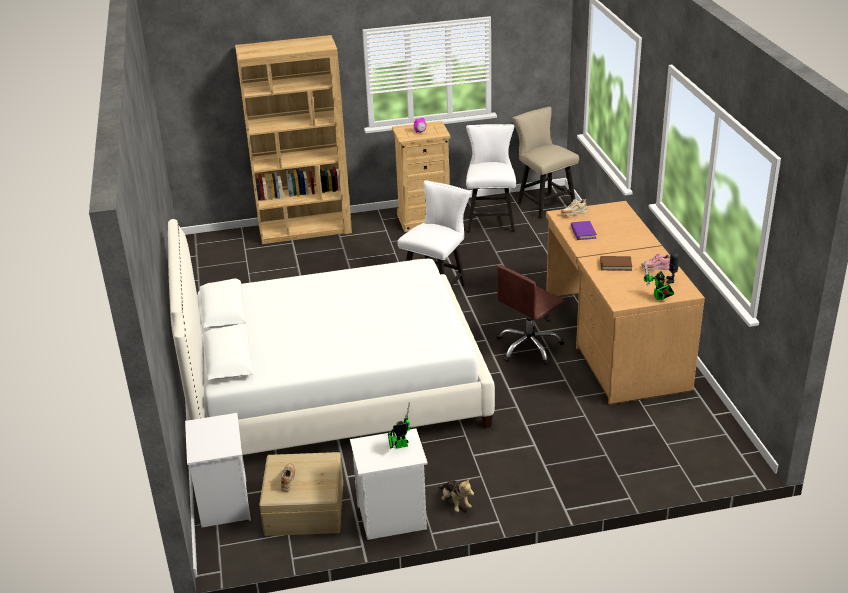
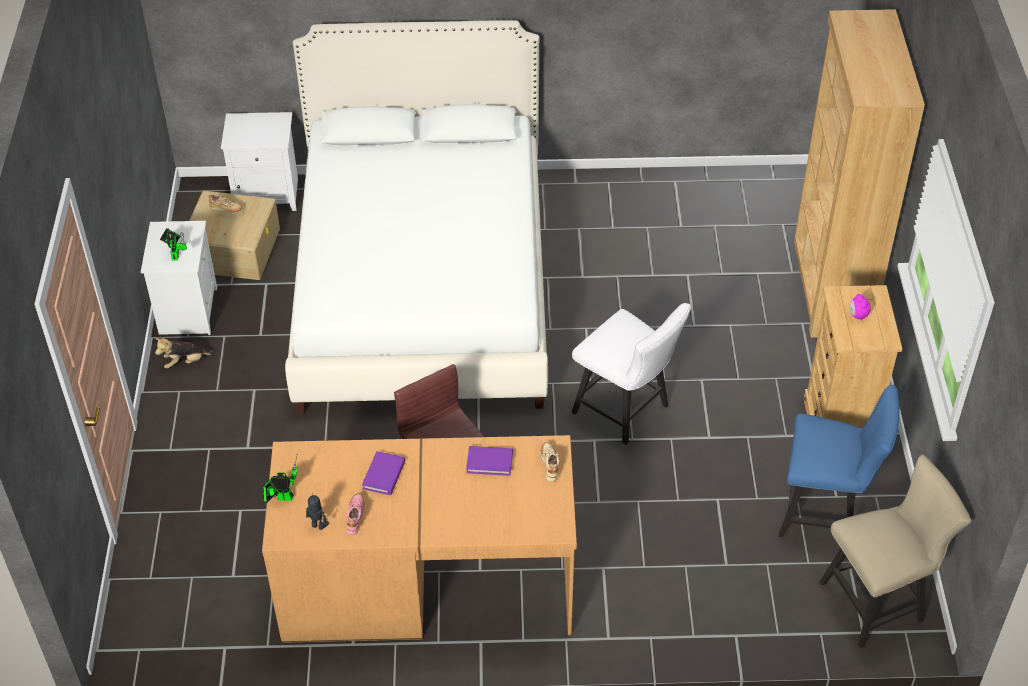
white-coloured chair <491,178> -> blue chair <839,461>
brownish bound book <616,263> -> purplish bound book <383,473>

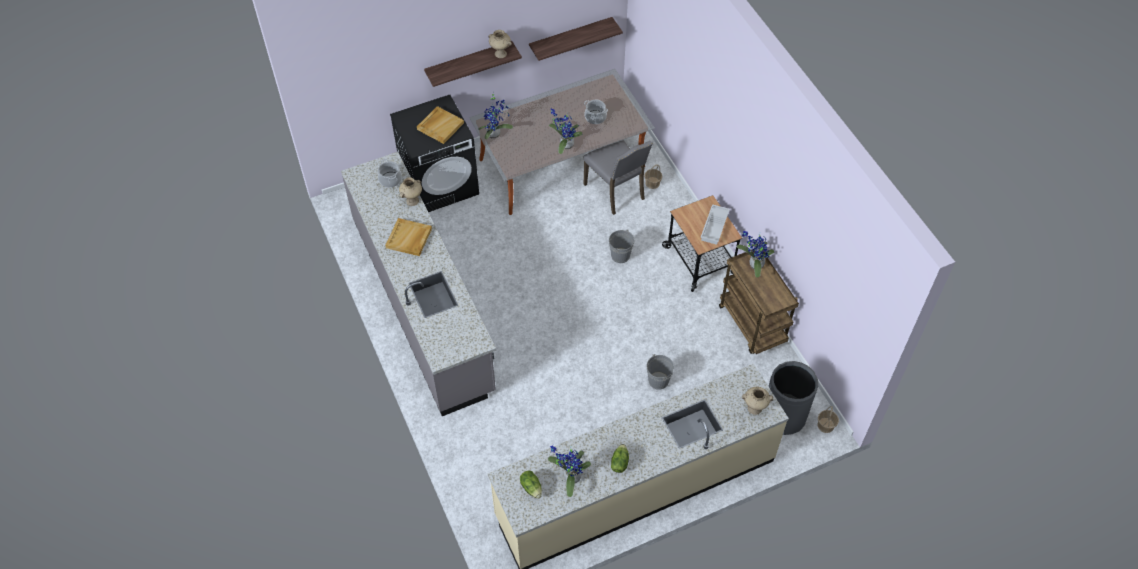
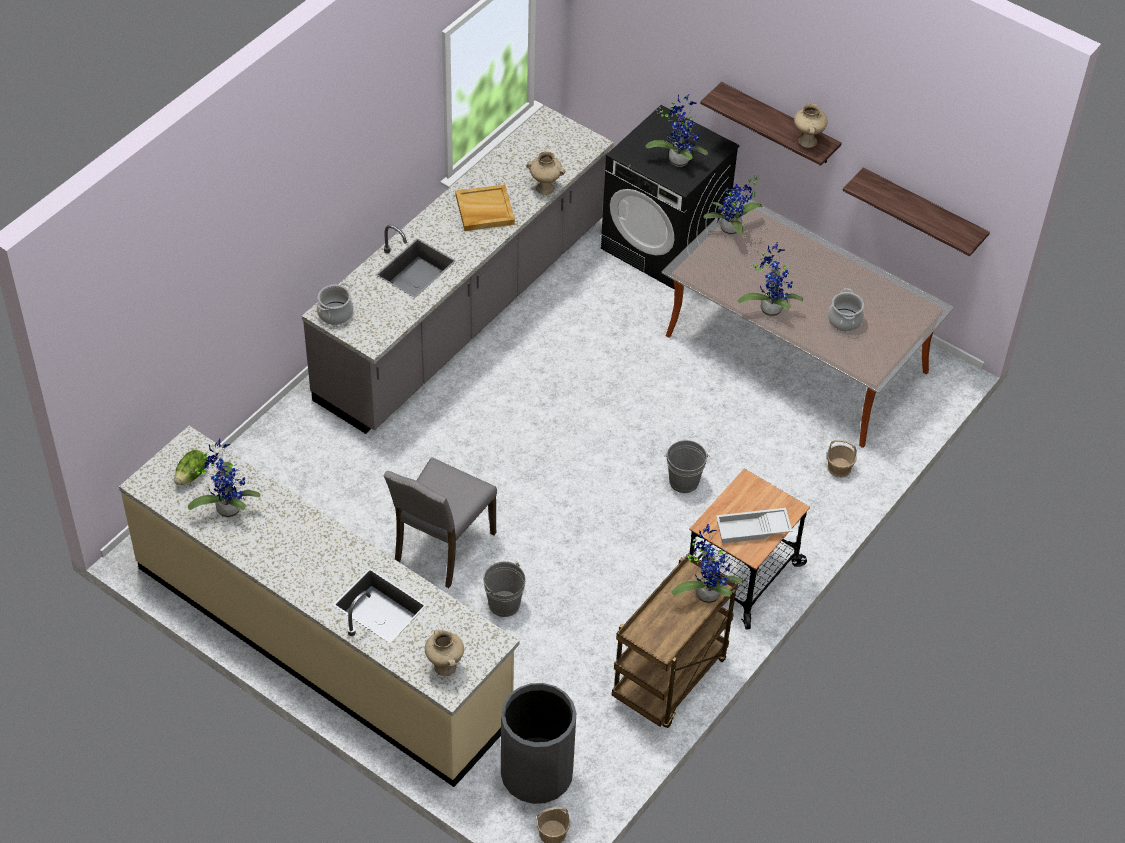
stockpot <390,173> -> stockpot <335,304>, moved
beige carrying tray <440,125> -> plant in a pot <677,131>
greyish chair <618,177> -> greyish chair <440,522>, moved
head of lettuce <620,458> -> none

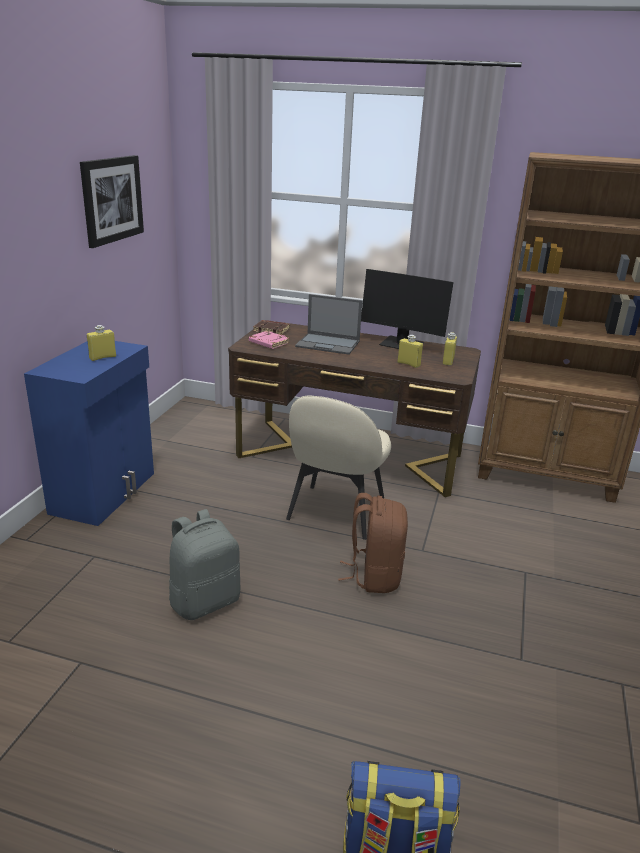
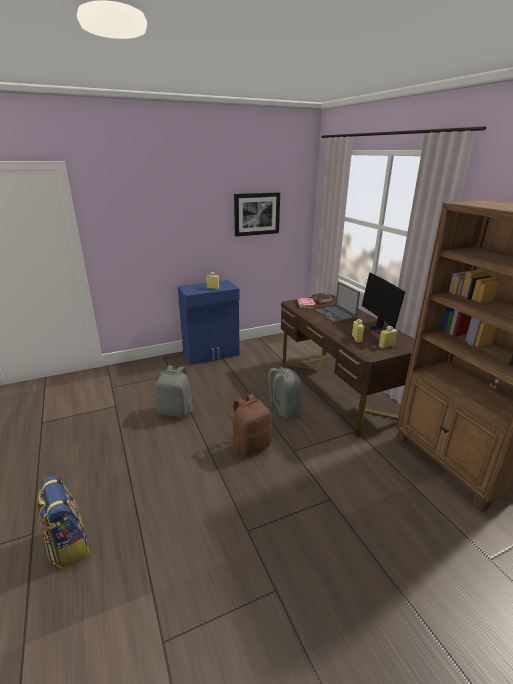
beige chair <338,468> -> greyish backpack <284,393>

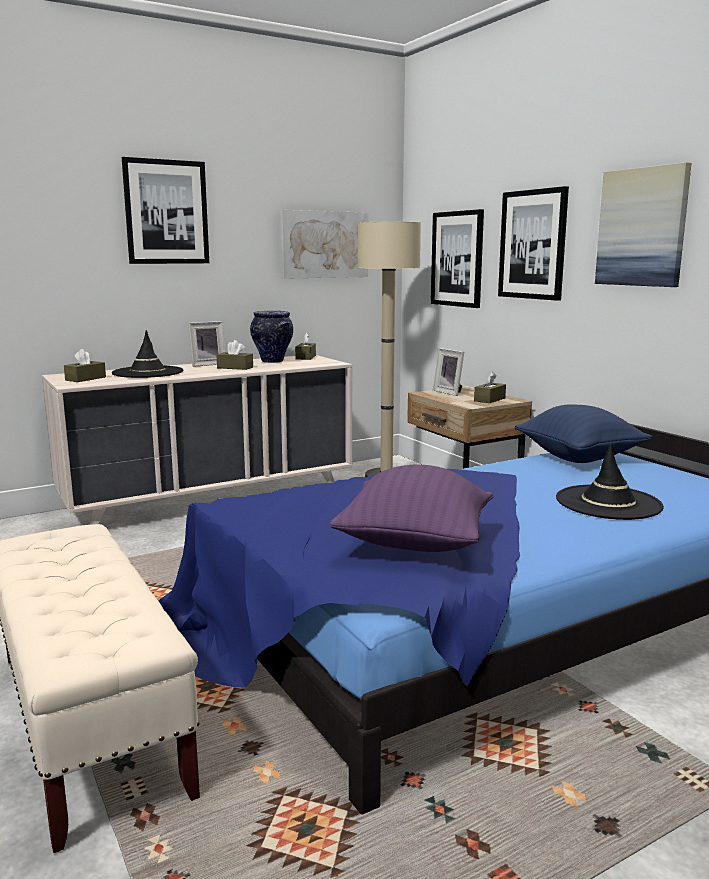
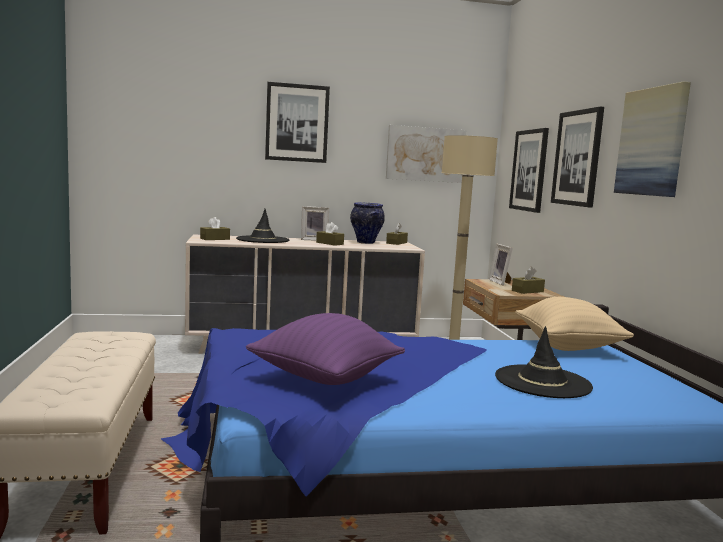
blue throw pillow <583,433> -> beige throw pillow <574,324>

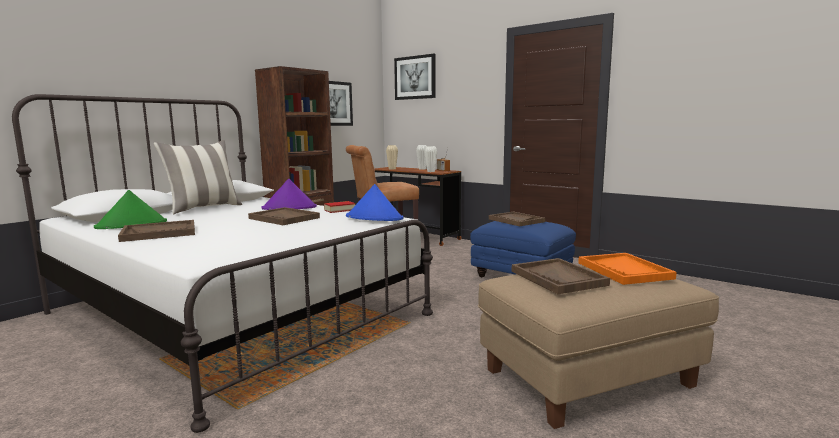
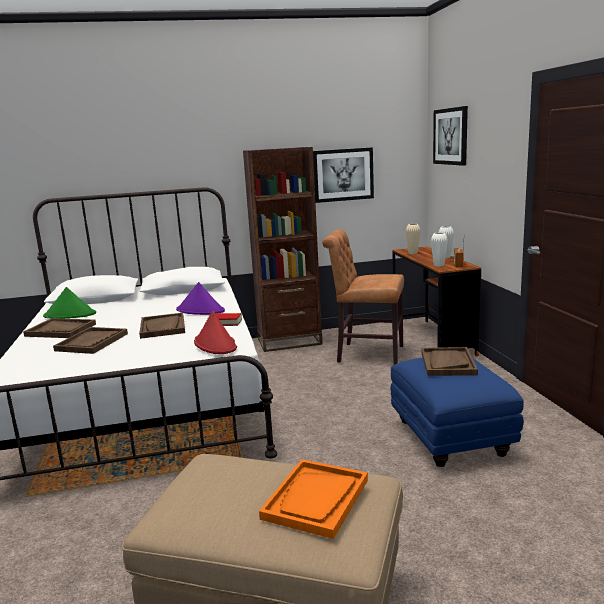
throw pillow <198,177> -> none
blue wearable hat <375,202> -> red-coloured wearable hat <215,332>
brownish carrying tray <561,276> -> brownish carrying tray <90,340>, moved

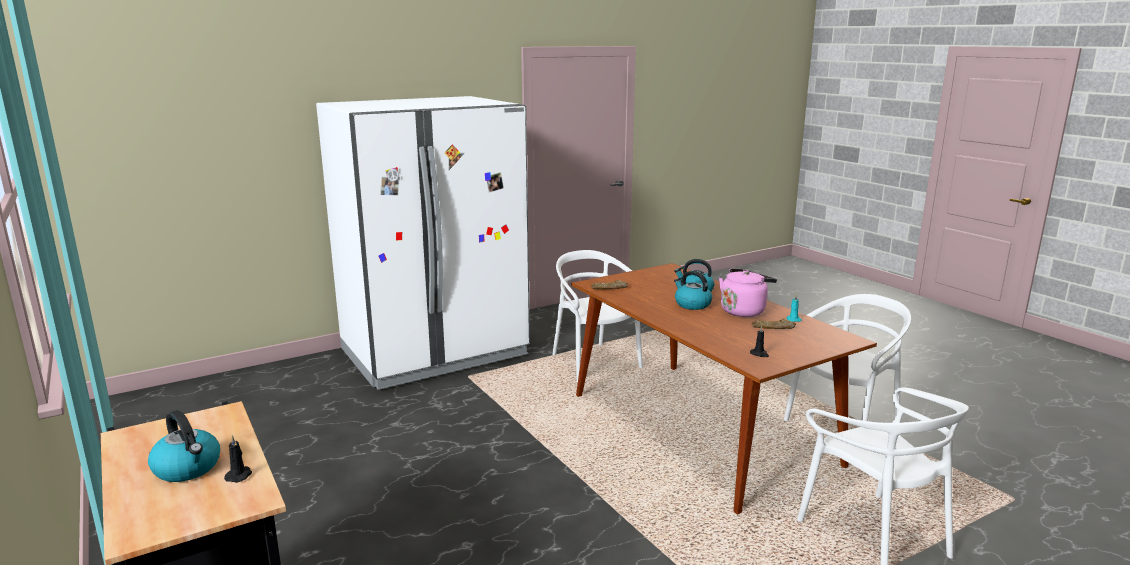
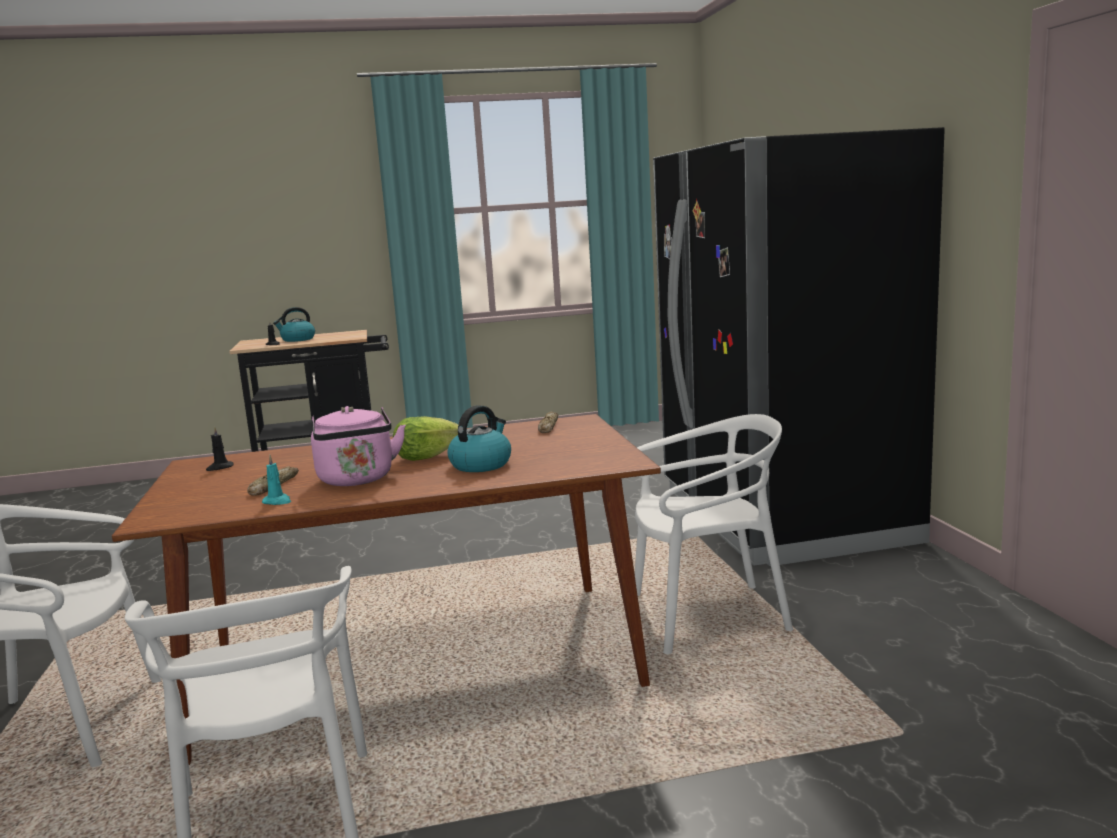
white-coloured kitchen fridge <423,243> -> black kitchen fridge <799,346>
water kettle <693,290> -> head of lettuce <425,438>

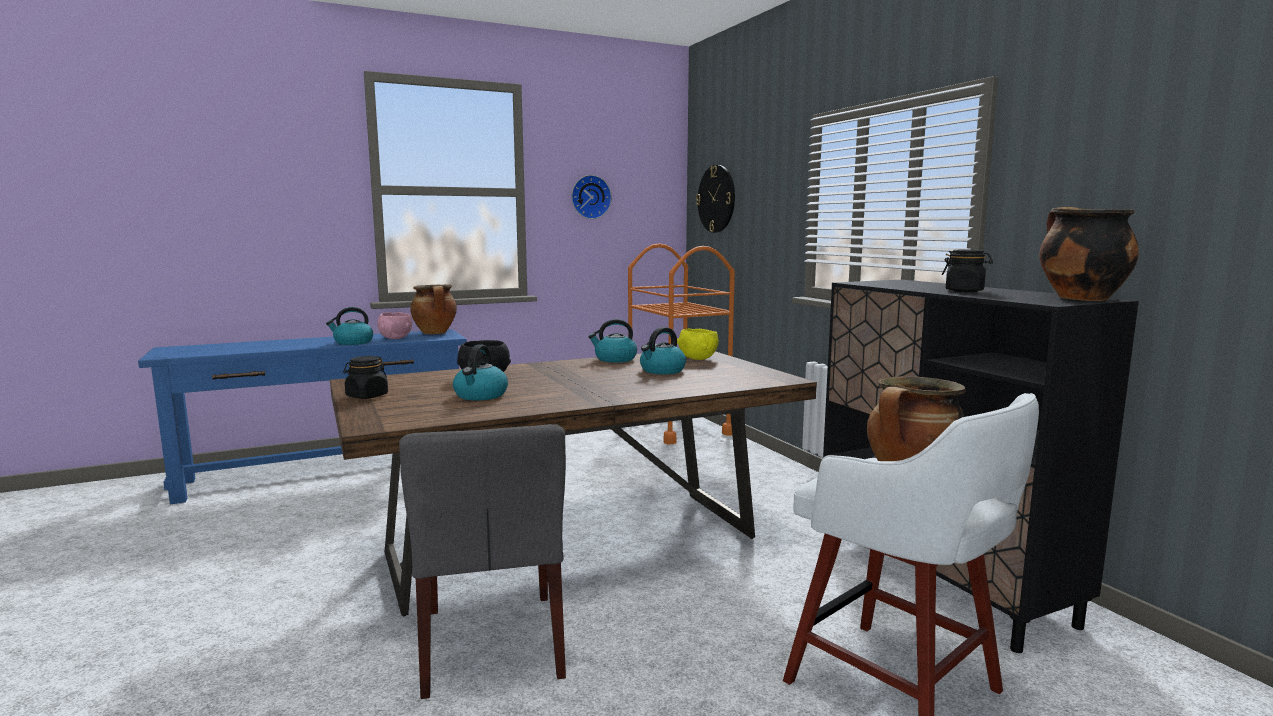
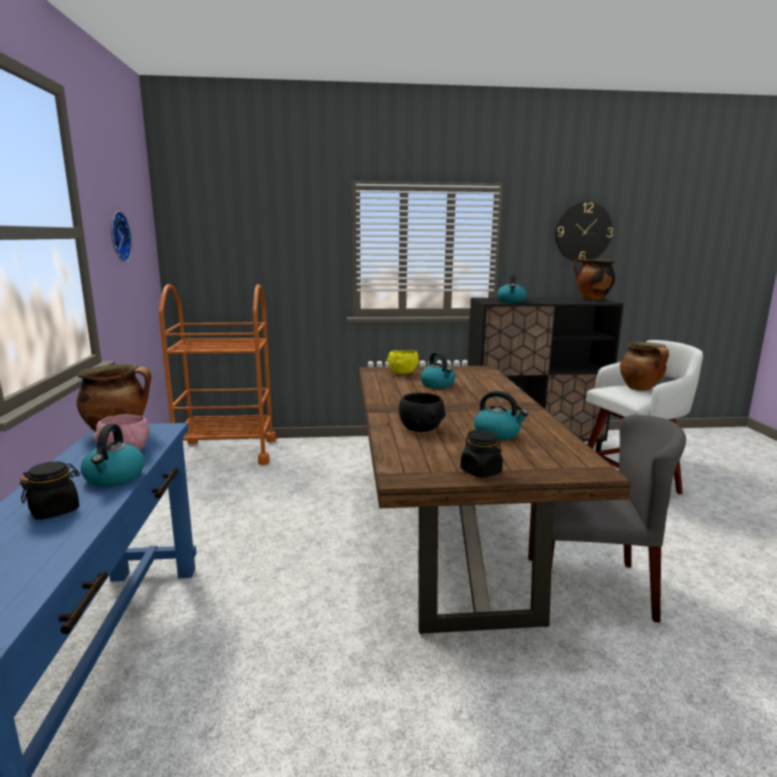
water kettle <612,341> -> water kettle <512,288>, moved
hanging clock <715,199> -> hanging clock <584,232>, moved
black preserve jar <967,271> -> black preserve jar <50,490>, moved

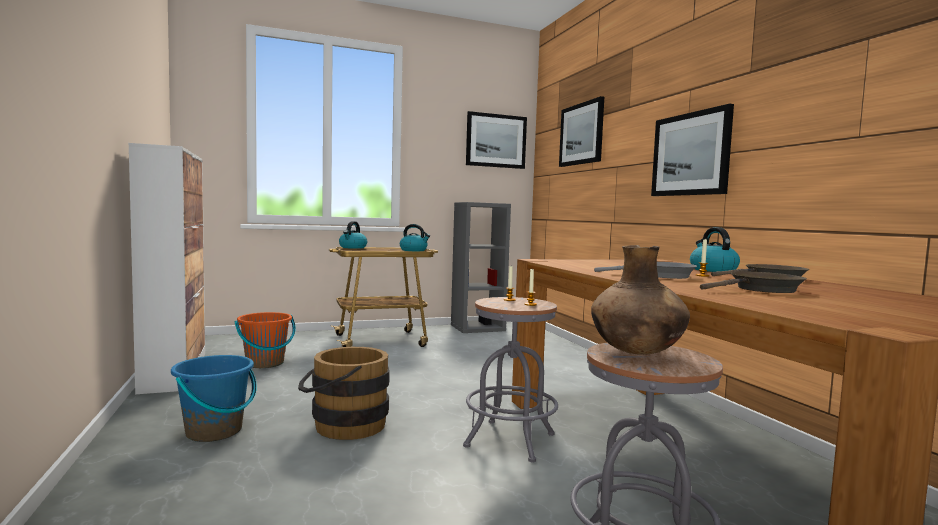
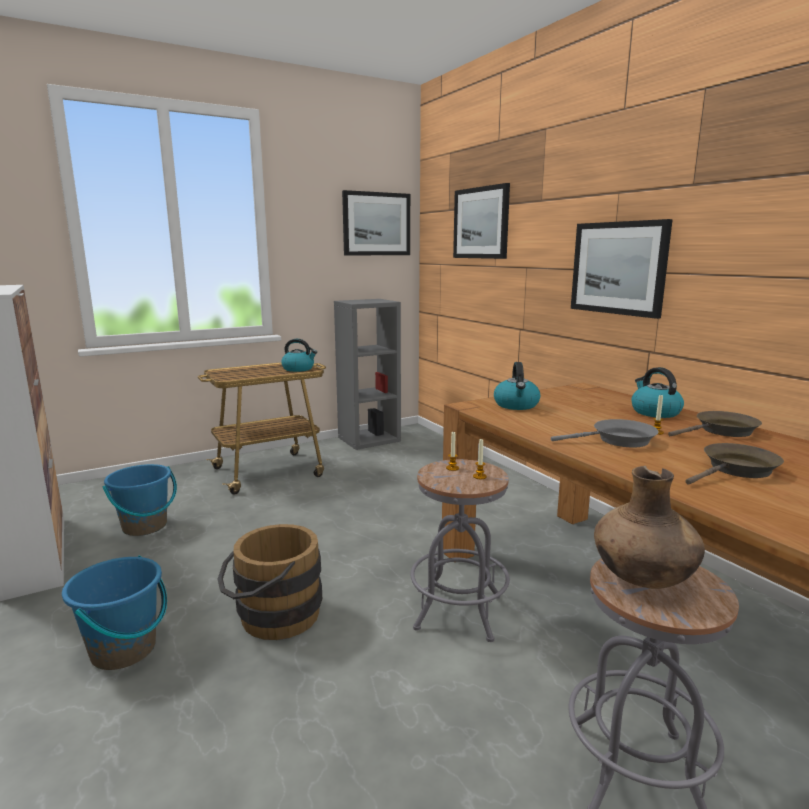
orangey pail <265,340> -> blue pail <139,500>
water kettle <353,235> -> water kettle <517,386>, moved

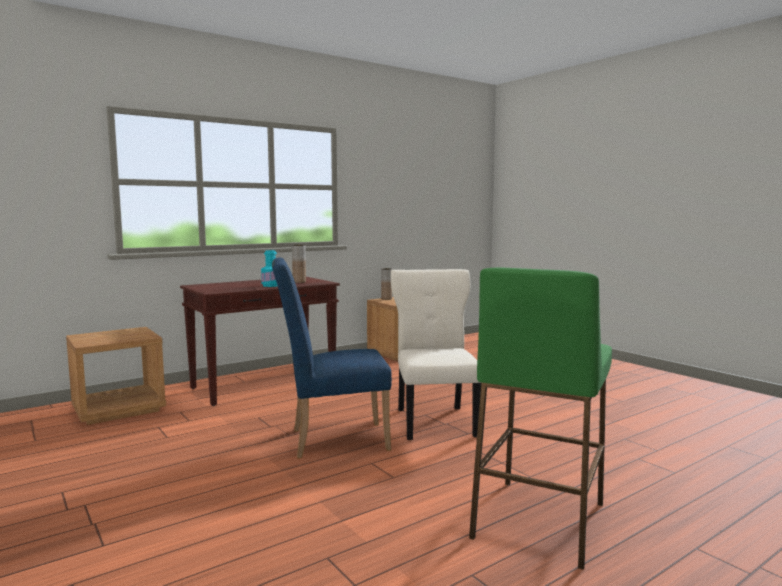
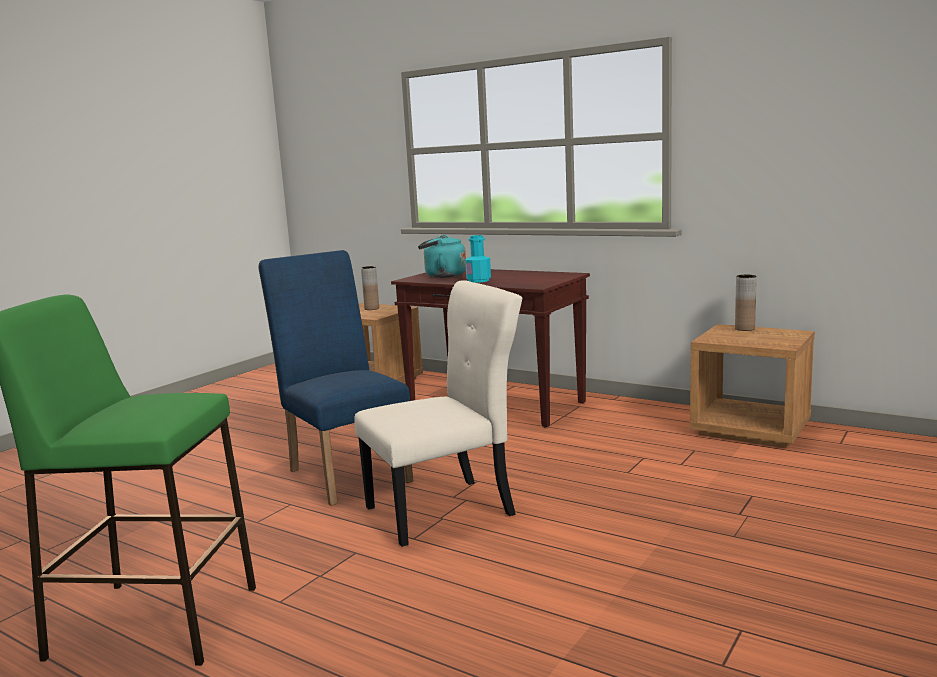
brownish flower vase <299,264> -> brownish flower vase <370,288>, moved
none -> turquoise-coloured water kettle <442,256>

